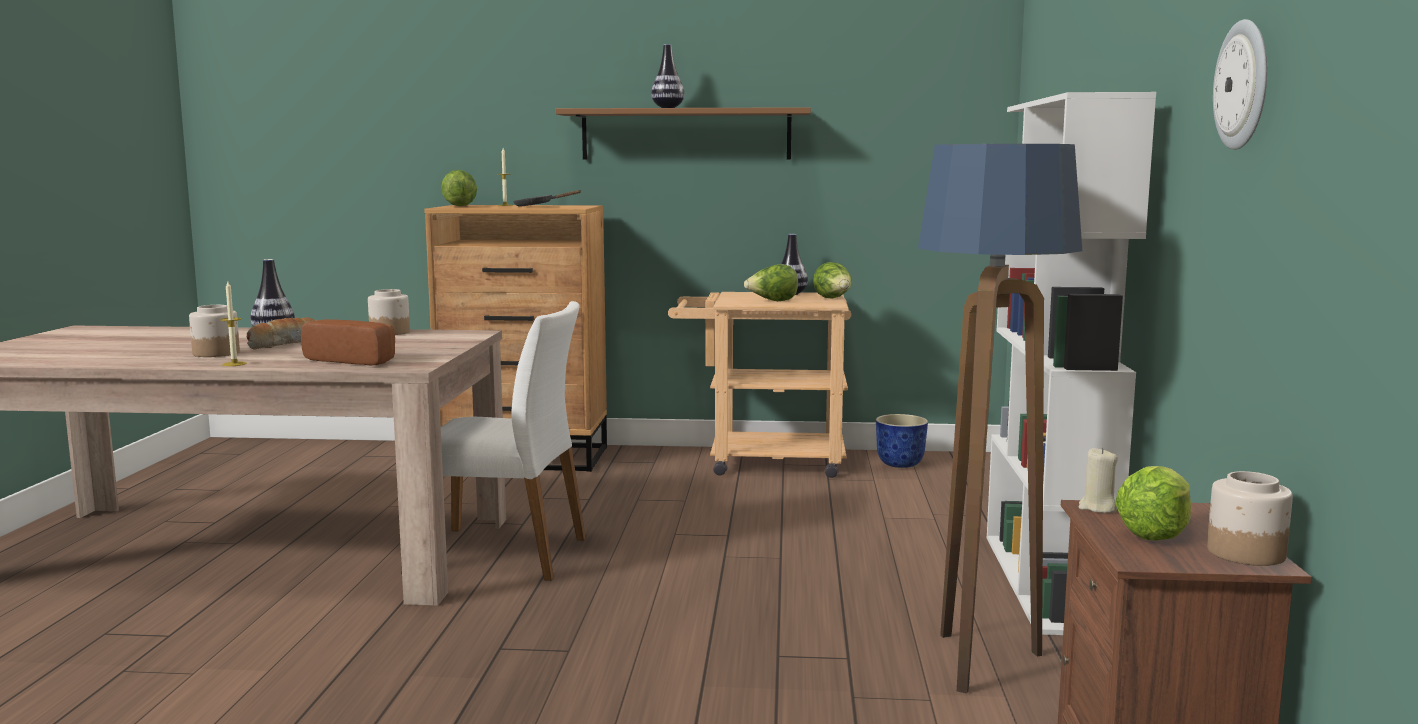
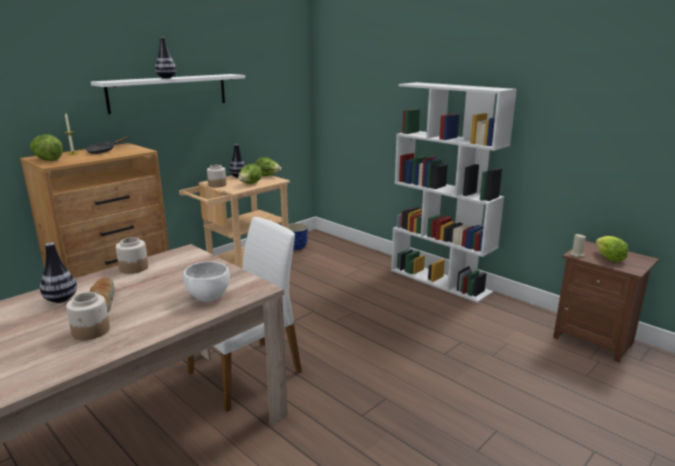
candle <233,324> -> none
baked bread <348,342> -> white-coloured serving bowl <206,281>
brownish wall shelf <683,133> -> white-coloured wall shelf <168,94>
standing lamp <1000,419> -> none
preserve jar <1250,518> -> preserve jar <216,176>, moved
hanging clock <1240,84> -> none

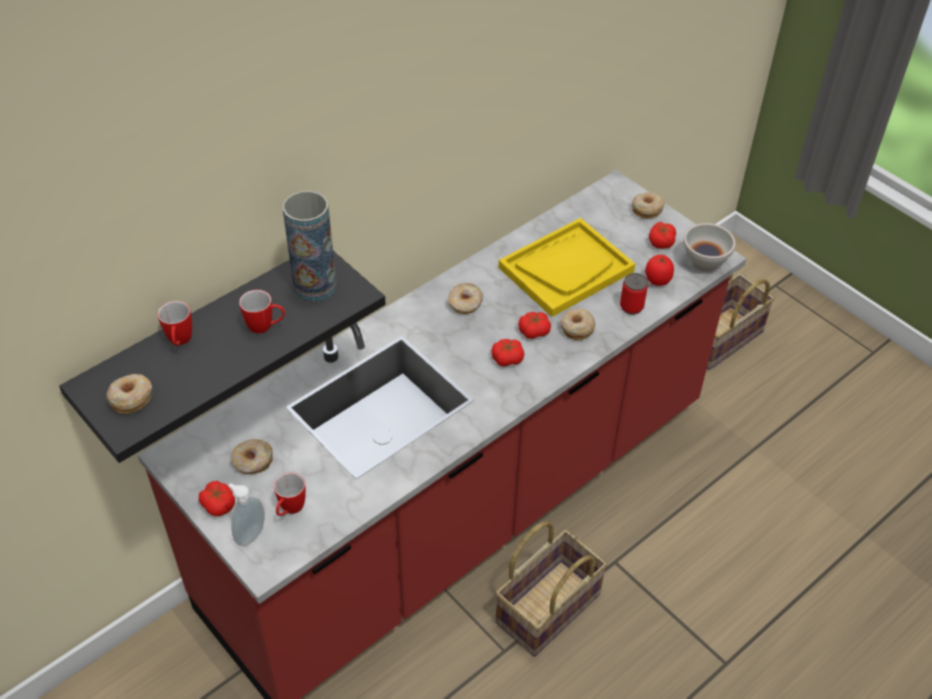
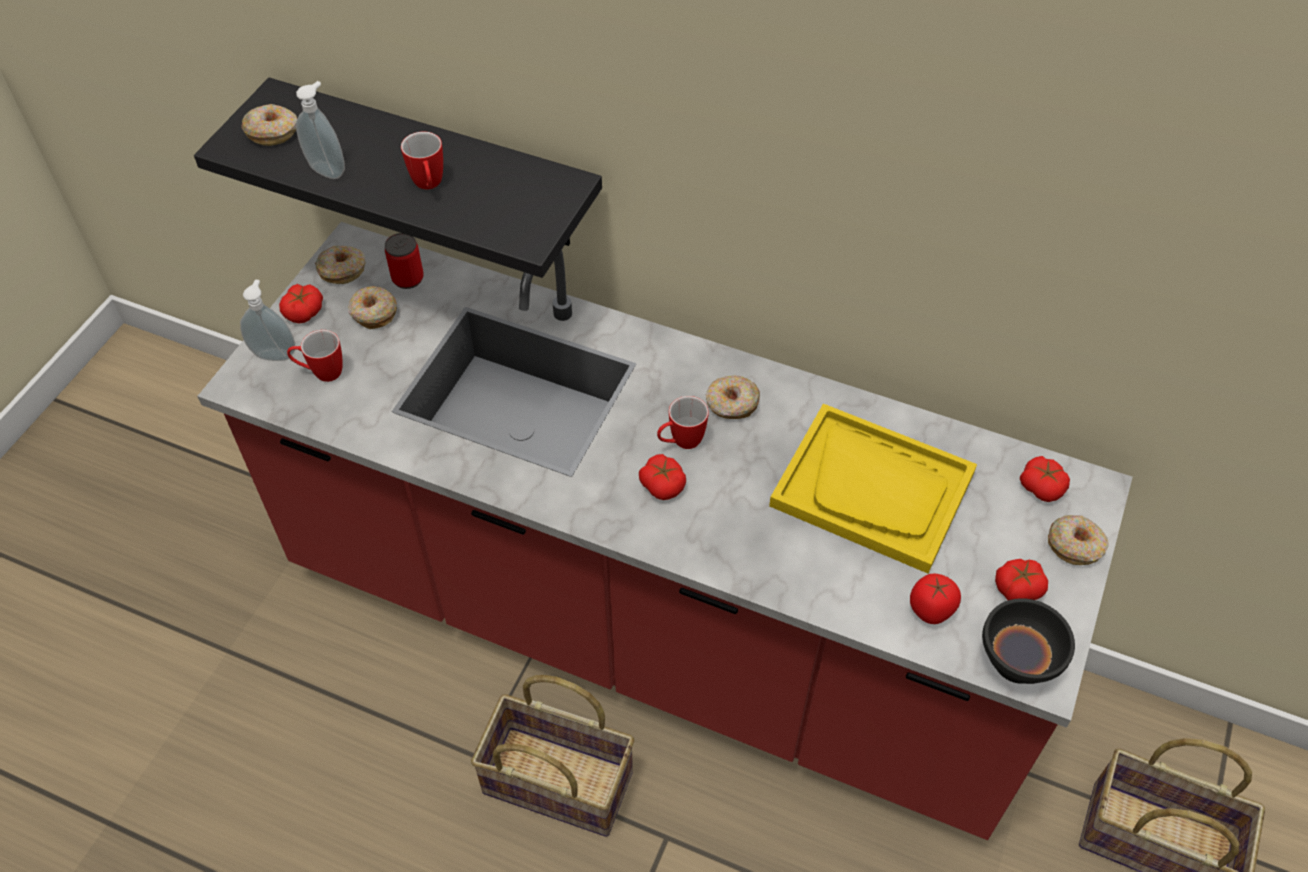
mug <174,323> -> mug <683,422>, moved
flower vase <309,246> -> none
fresh tomato <534,325> -> fresh tomato <1045,479>, moved
doughnut <577,324> -> doughnut <340,265>, moved
sealed can <634,293> -> sealed can <404,261>, moved
white-coloured serving bowl <709,247> -> black serving bowl <1028,641>
none -> liquid soap bottle <320,130>

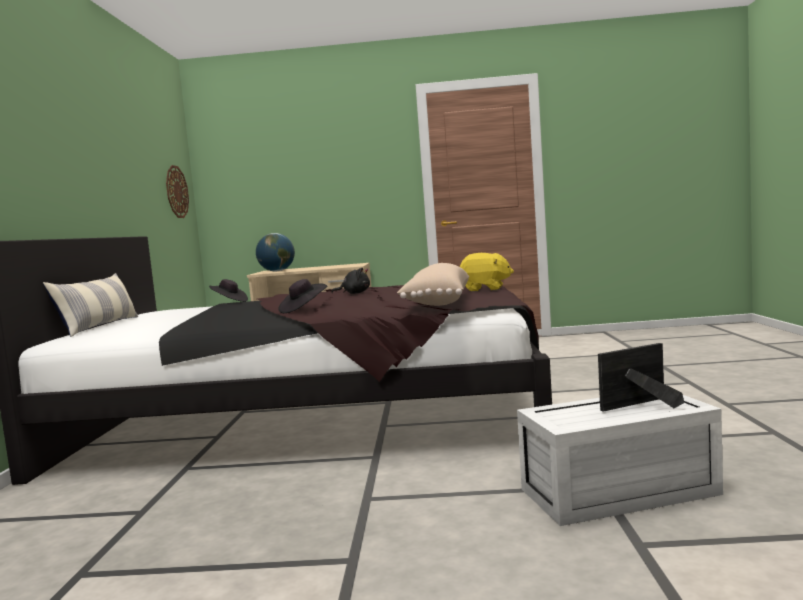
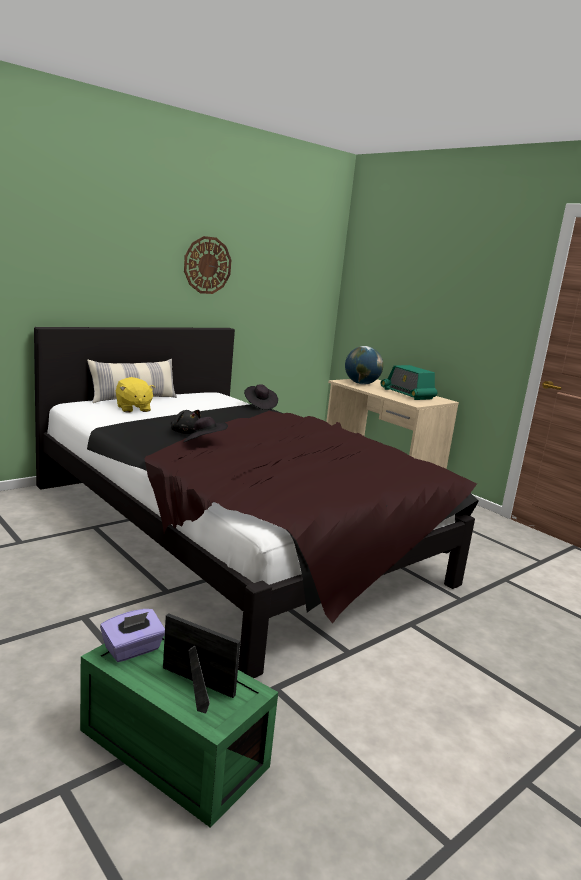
hanging clock <177,191> -> hanging clock <207,265>, moved
black soft toy <350,281> -> black soft toy <186,422>, moved
beige throw pillow <433,284> -> none
yellow-coloured soft toy <487,272> -> yellow-coloured soft toy <135,395>, moved
white-coloured storage container <620,460> -> green-coloured storage container <179,731>
none -> purplish tissue holder <132,635>
none -> radio <408,382>

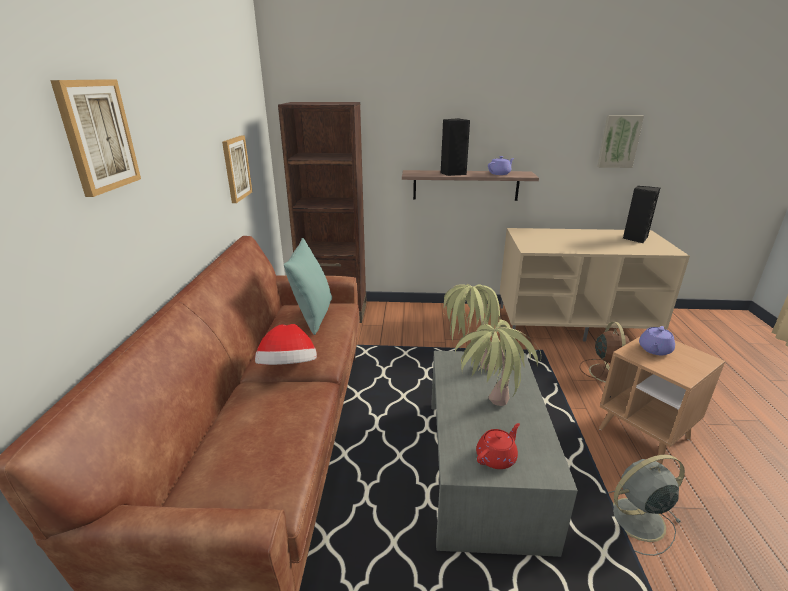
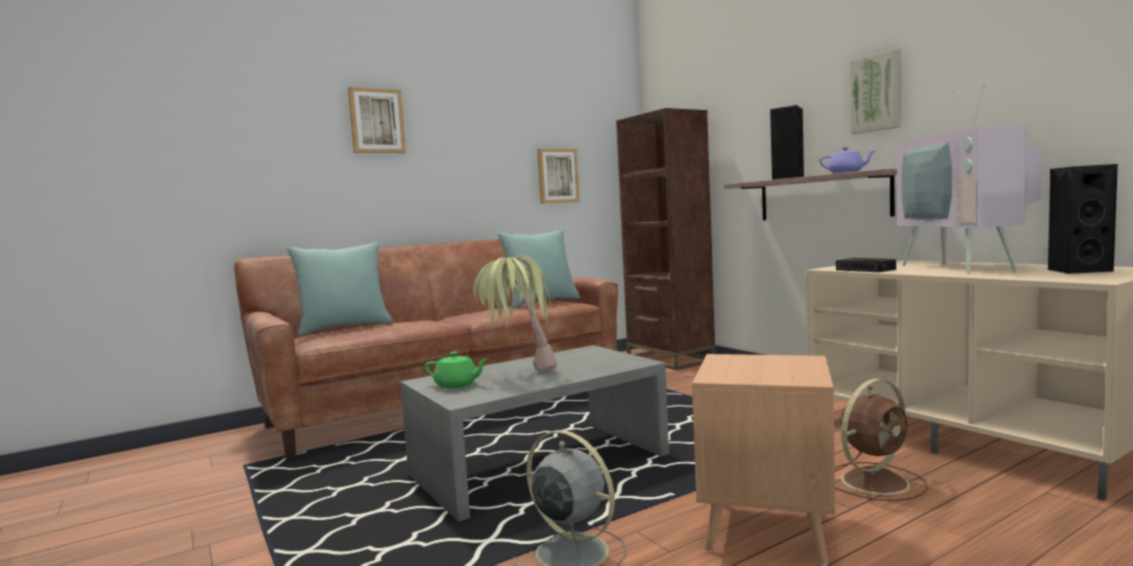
wearable hat <286,344> -> none
plant in a pot <472,327> -> none
red-coloured pot for tea <498,446> -> green-coloured pot for tea <456,370>
wall picture <620,141> -> wall picture <875,91>, moved
purplish pot for tea <657,340> -> none
none -> turquoise-coloured throw pillow <340,289>
none -> table clock <866,265>
none -> television <969,179>

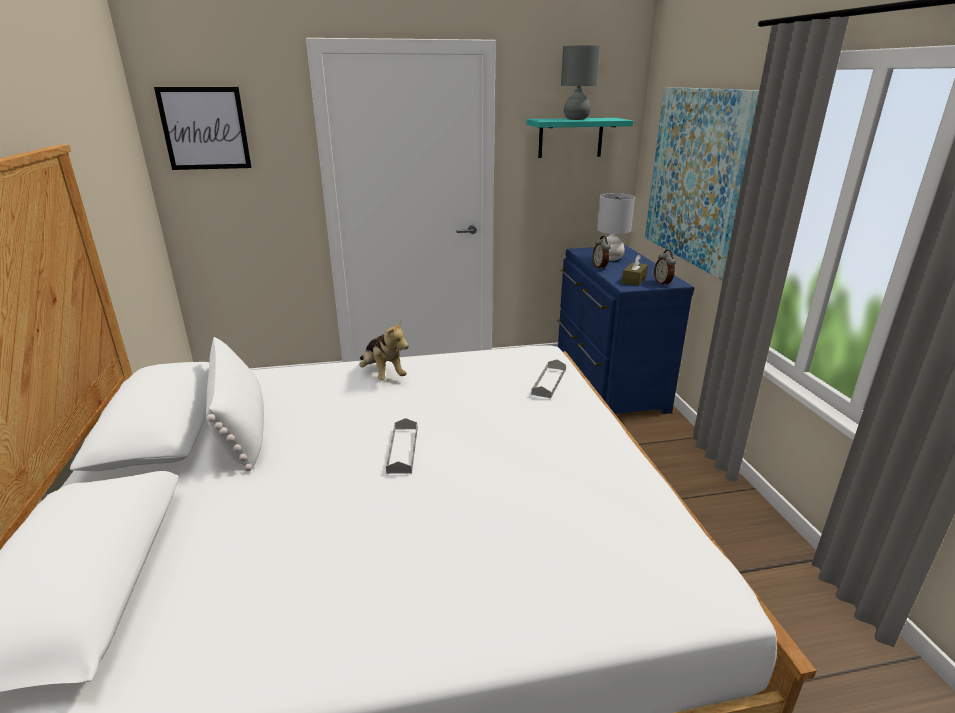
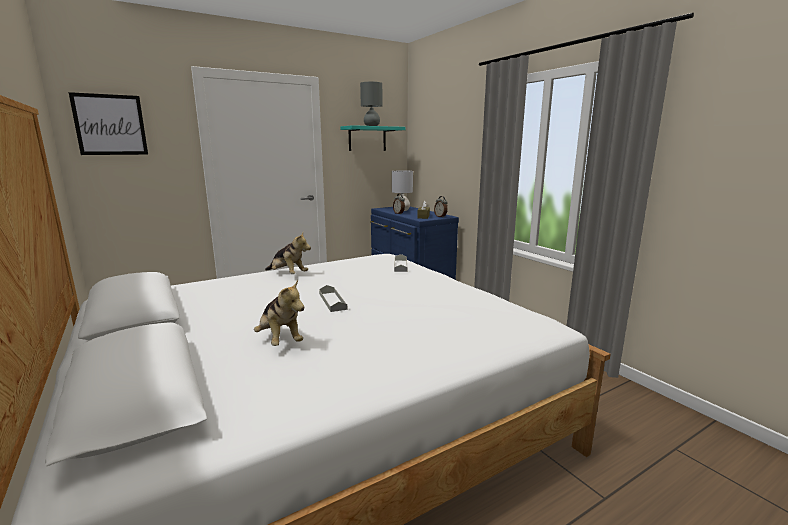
white-coloured throw pillow <235,404> -> none
wall picture <702,183> -> none
none -> soft toy <279,313>

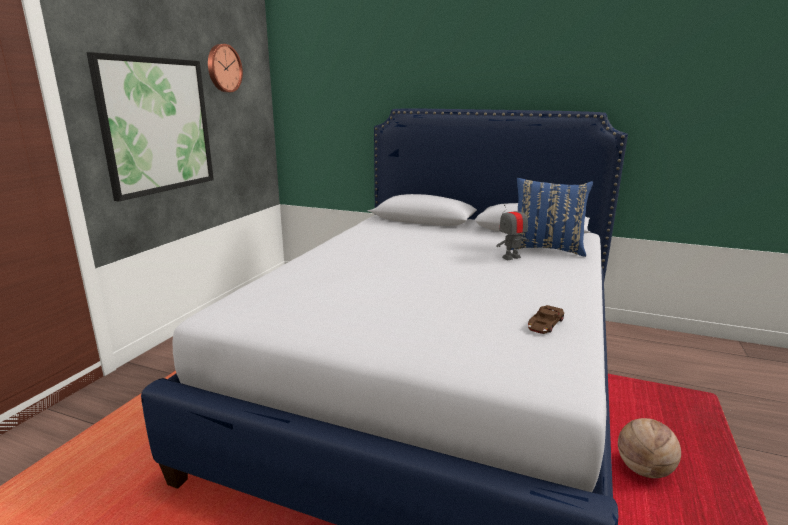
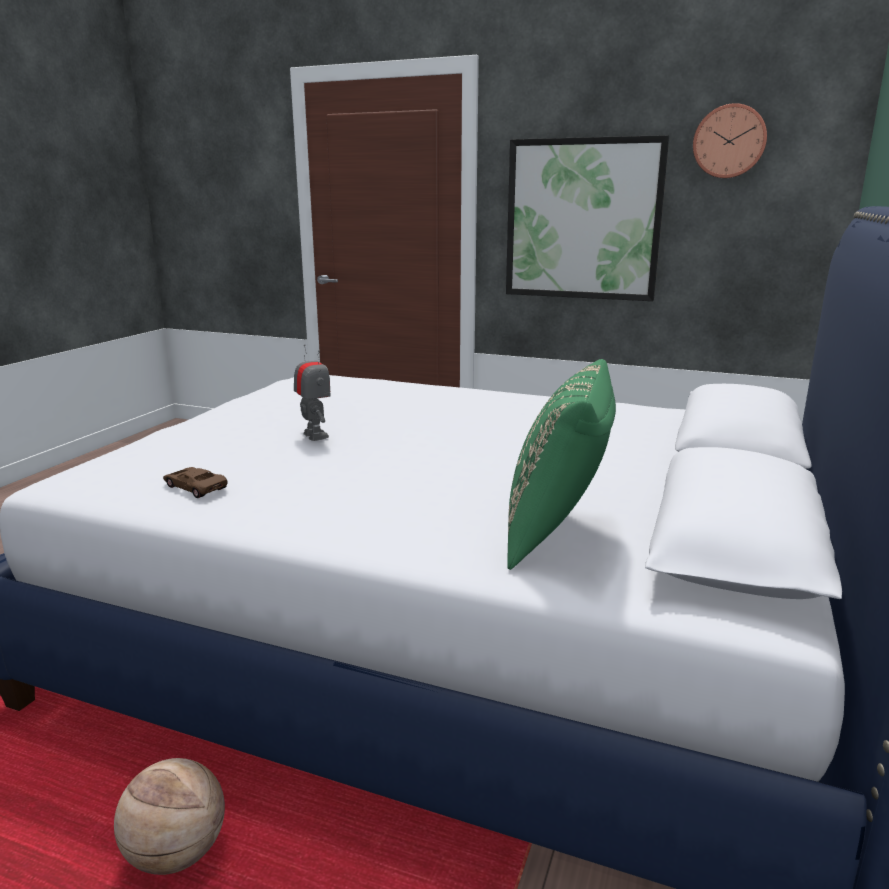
robot figure <513,230> -> robot figure <312,392>, moved
blue throw pillow <552,217> -> green-coloured throw pillow <561,464>

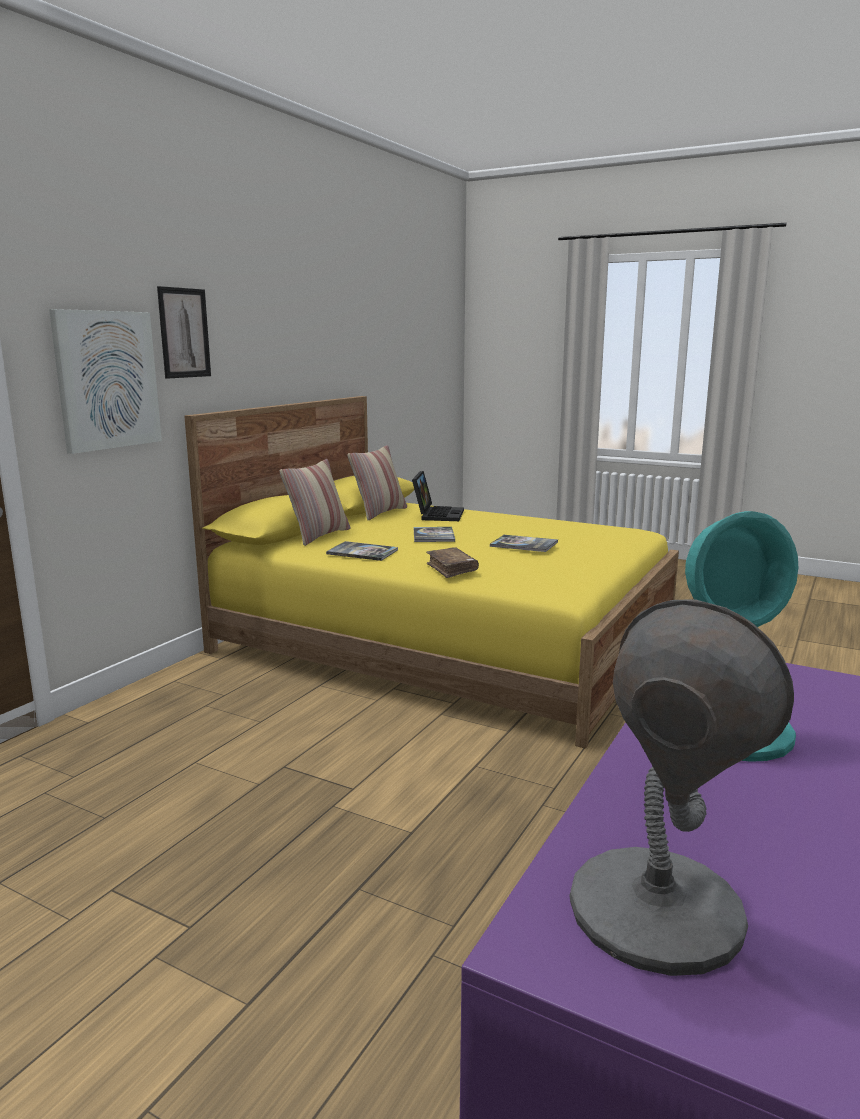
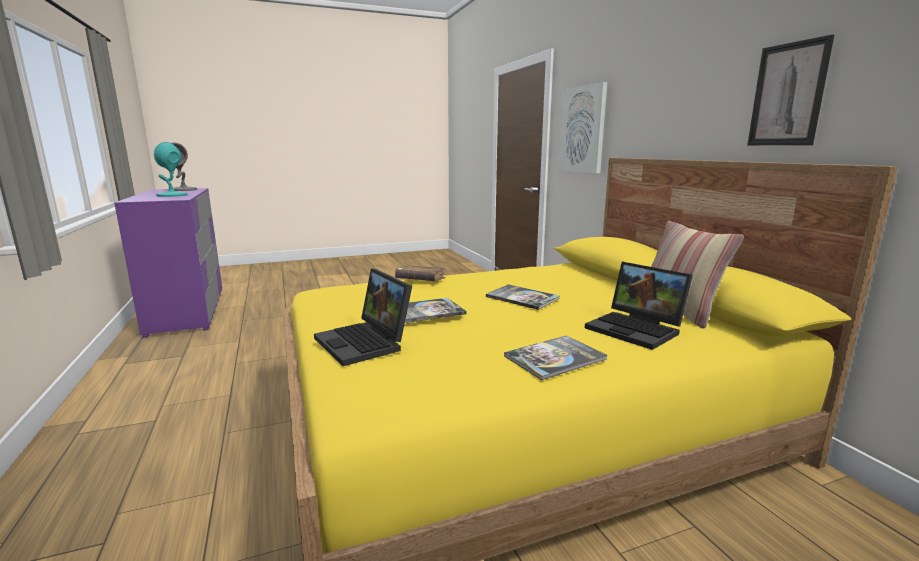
wall picture <184,332> -> wall picture <790,89>, moved
throw pillow <315,502> -> none
bound book <362,551> -> bound book <555,358>, moved
none -> portable computer <363,317>

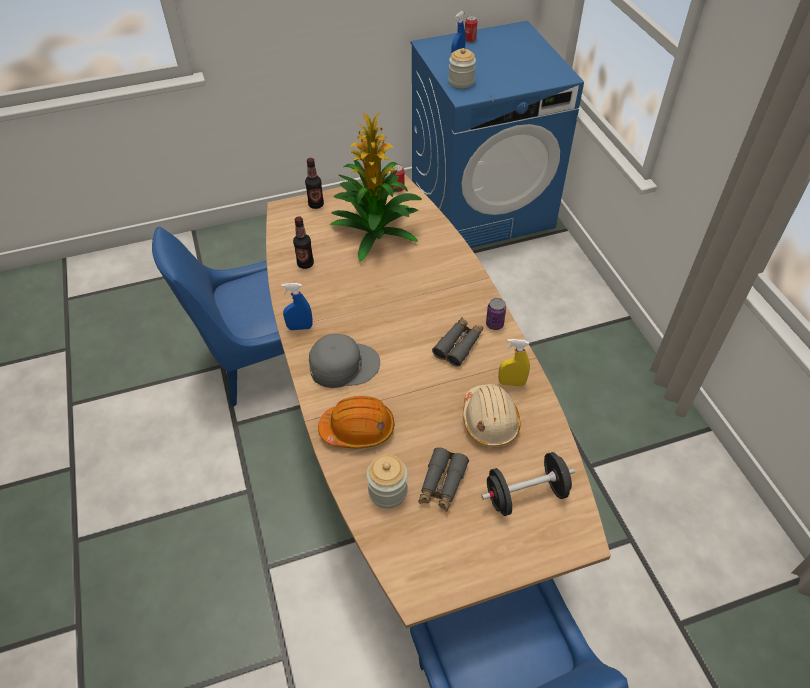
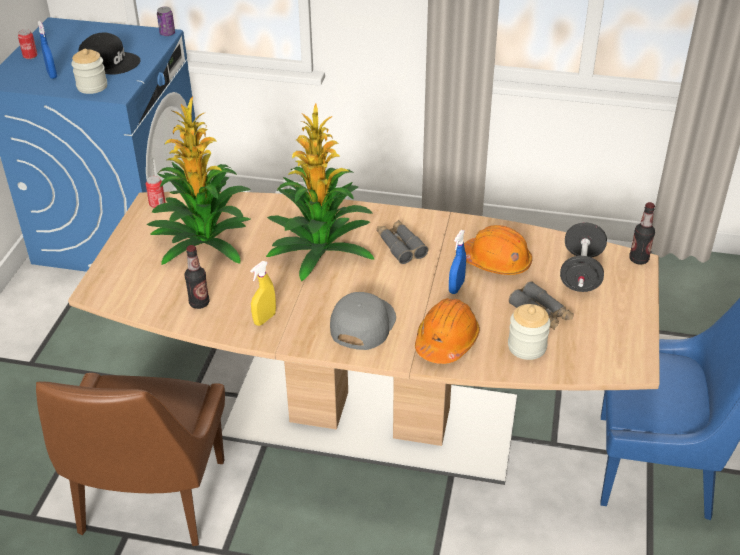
blue chair <218,317> -> brownish chair <130,459>
blue spray bottle <297,306> -> blue spray bottle <457,262>, moved
bottle <314,183> -> bottle <642,233>, moved
beige hard hat <491,415> -> orangey hard hat <498,250>
sealed can <496,314> -> sealed can <166,21>, moved
yellow-coloured spray bottle <514,363> -> yellow-coloured spray bottle <263,293>, moved
none -> black peaked cap <109,53>
none -> plant in a pot <320,192>

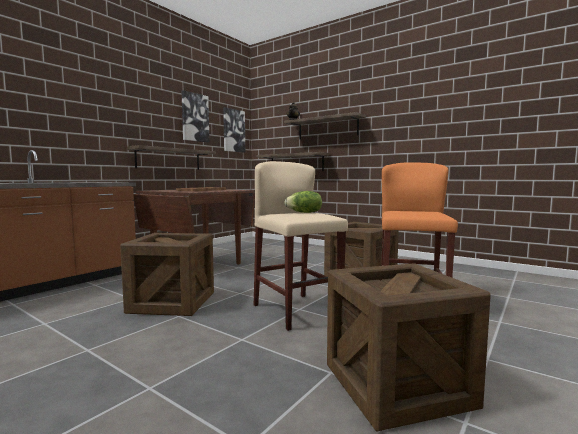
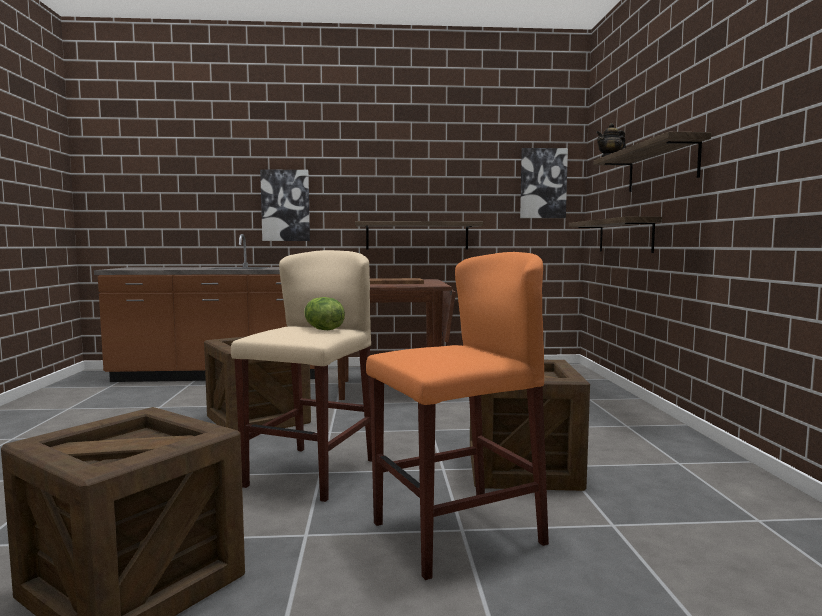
wall picture <195,116> -> wall picture <285,205>, moved

